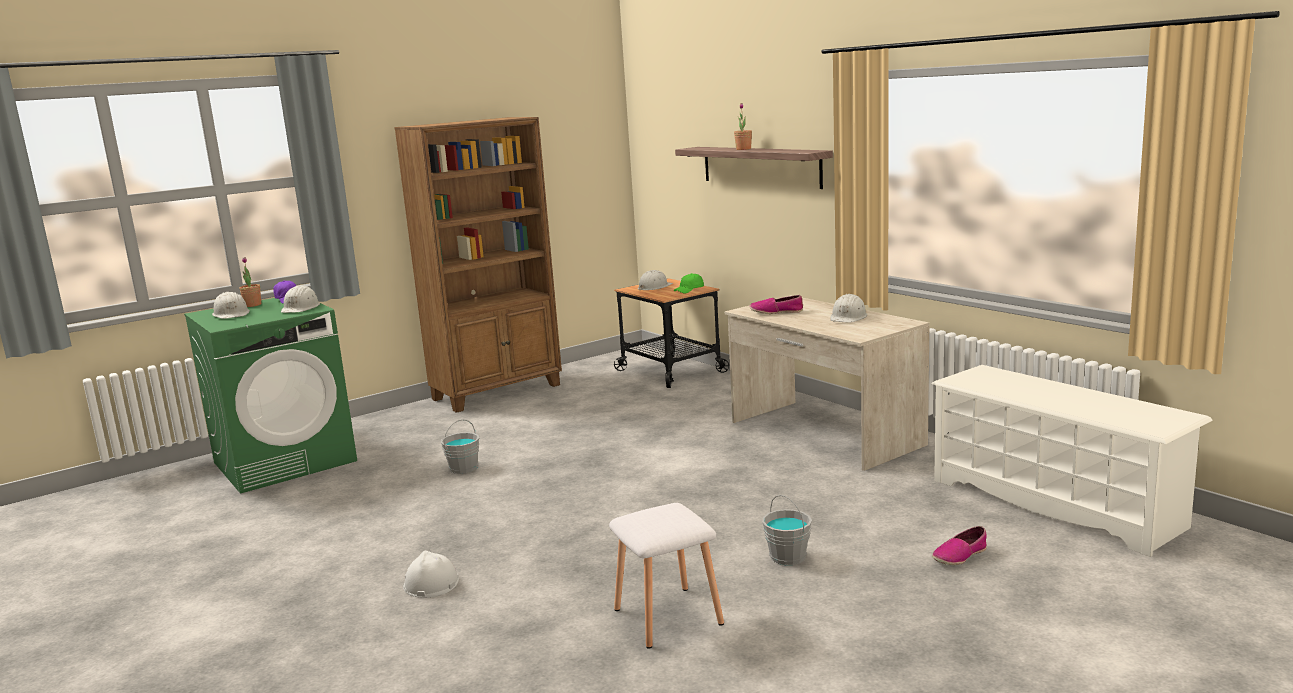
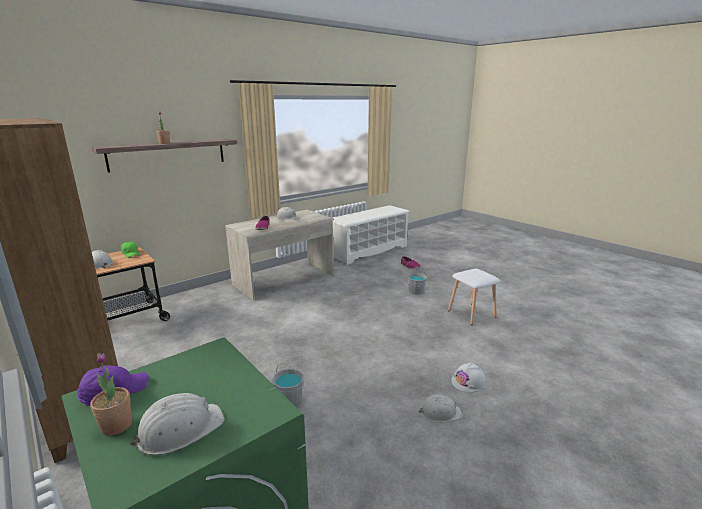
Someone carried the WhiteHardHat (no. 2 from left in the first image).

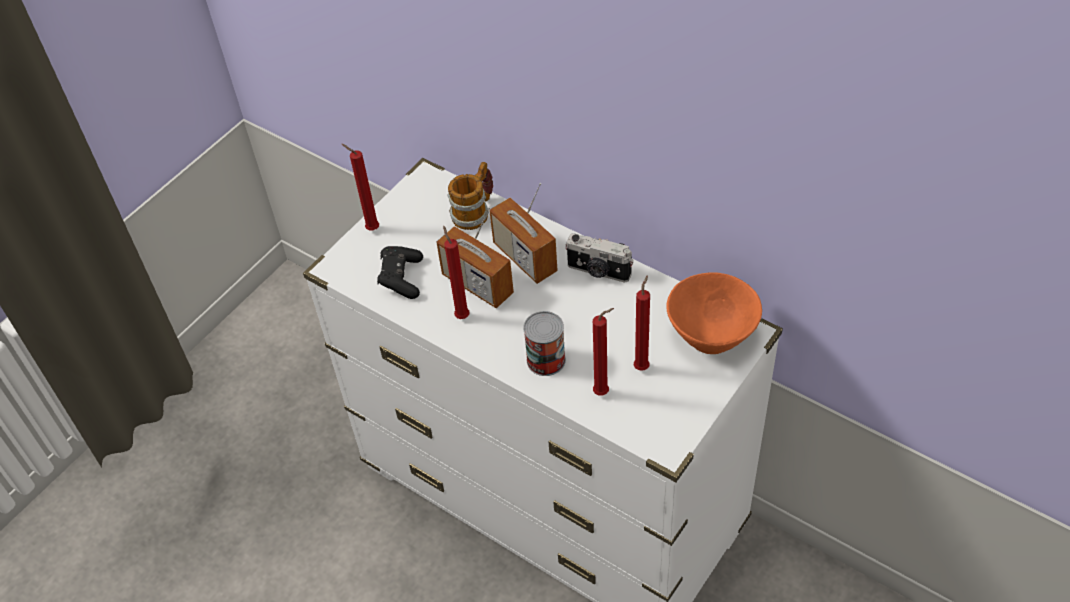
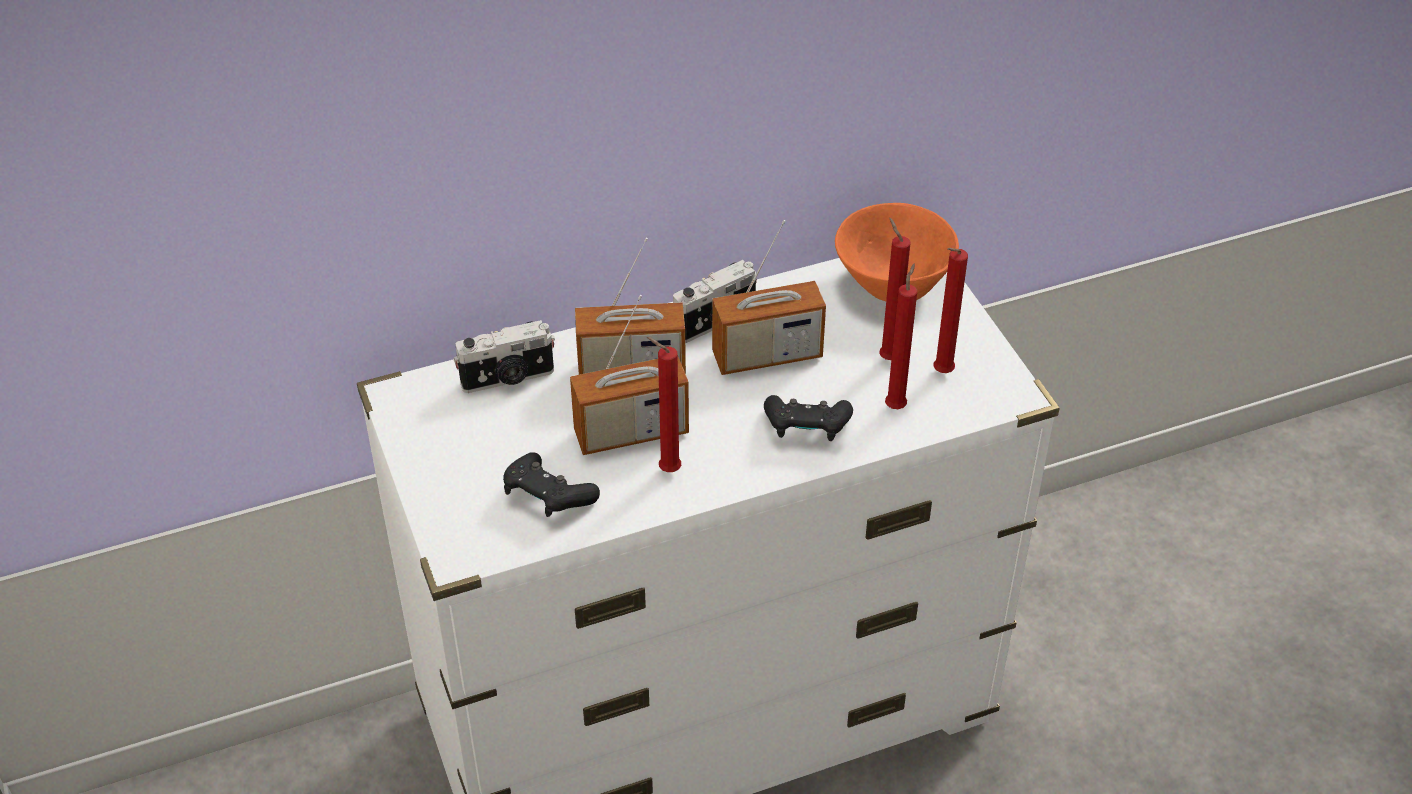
Someone put down the Radio (no. 3 from left).
Someone carried the RedCandle (no. 1 from left in the first image).
Someone swapped the Mug for the PhotoCamera (no. 1 from left).
Someone swapped the Can for the BlackGameController (no. 2 from left).

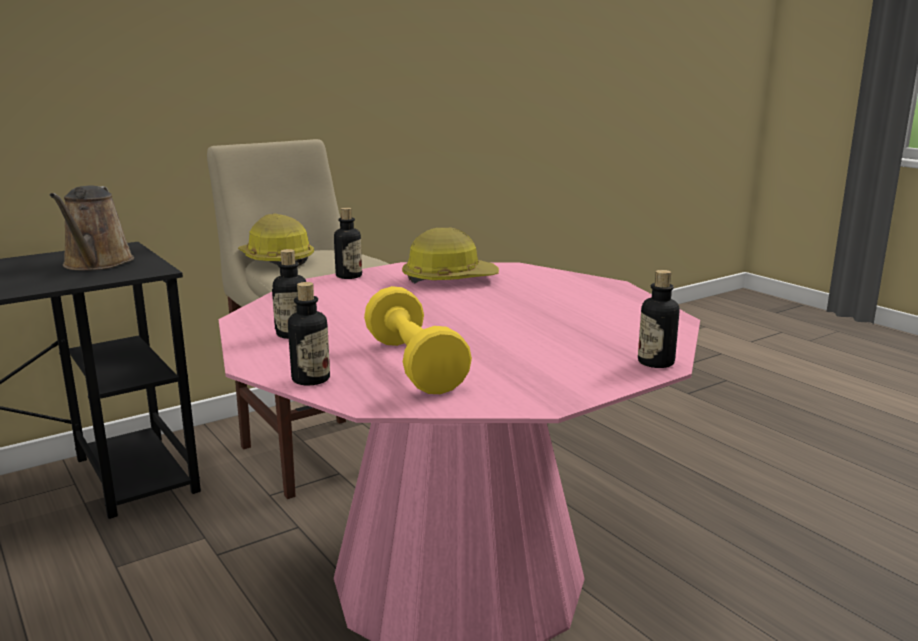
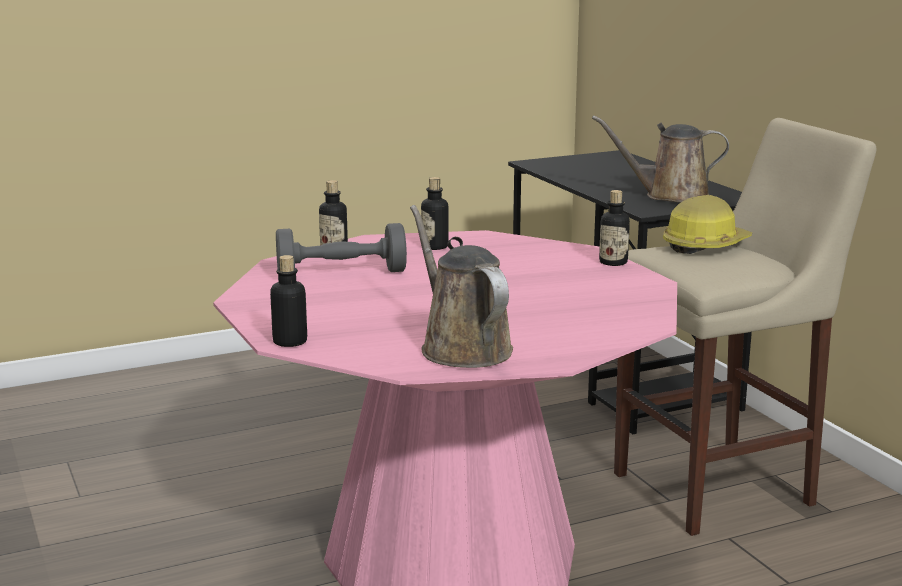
Someone took away the HardHat (no. 2 from left).
Someone put down the BrownWateringCan (no. 1 from left).
Someone repainted the YellowDumbbell, which became the GreyDumbbell.

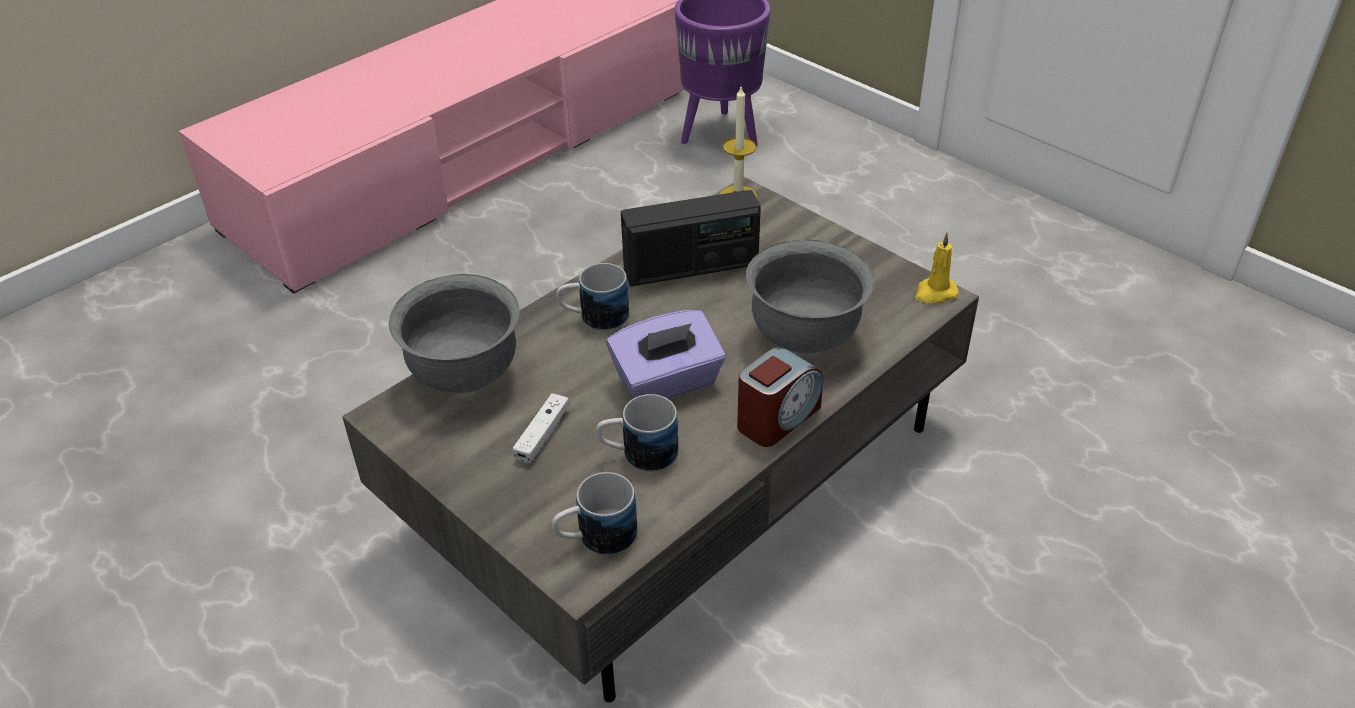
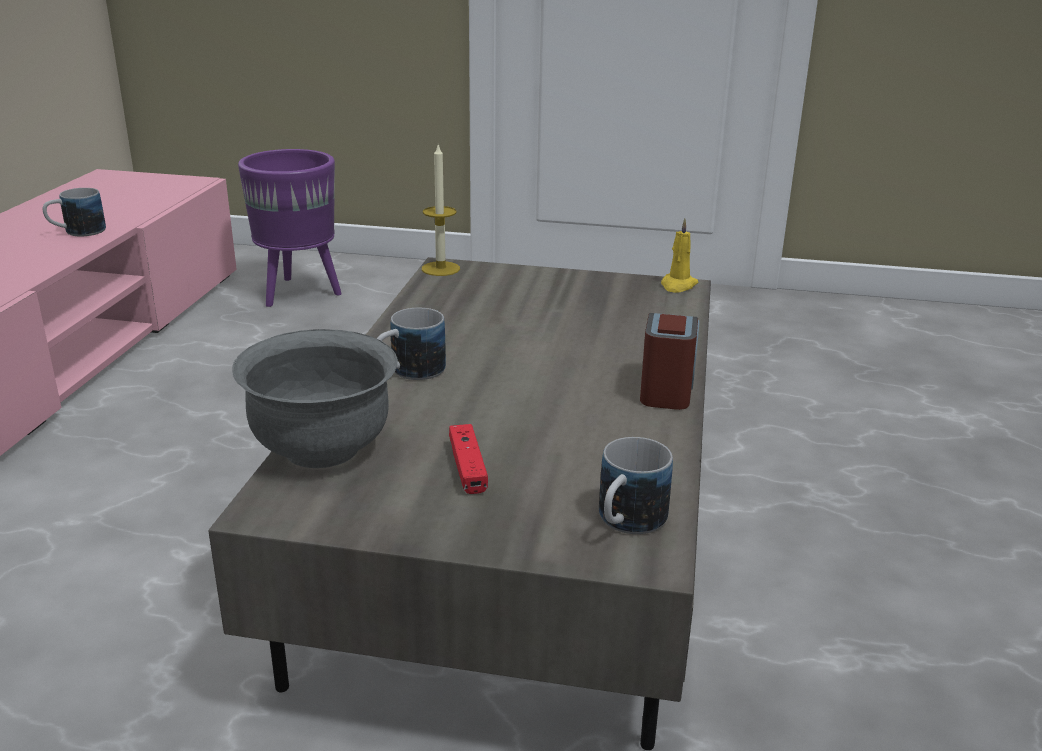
Someone took away the PurpleTissueBox.
Someone took away the Radio.
Someone took away the GreyBowl (no. 2 from left).
Someone carried the Mug (no. 3 from left in the first image).
Someone repainted the WhiteGameController, which became the RedGameController.

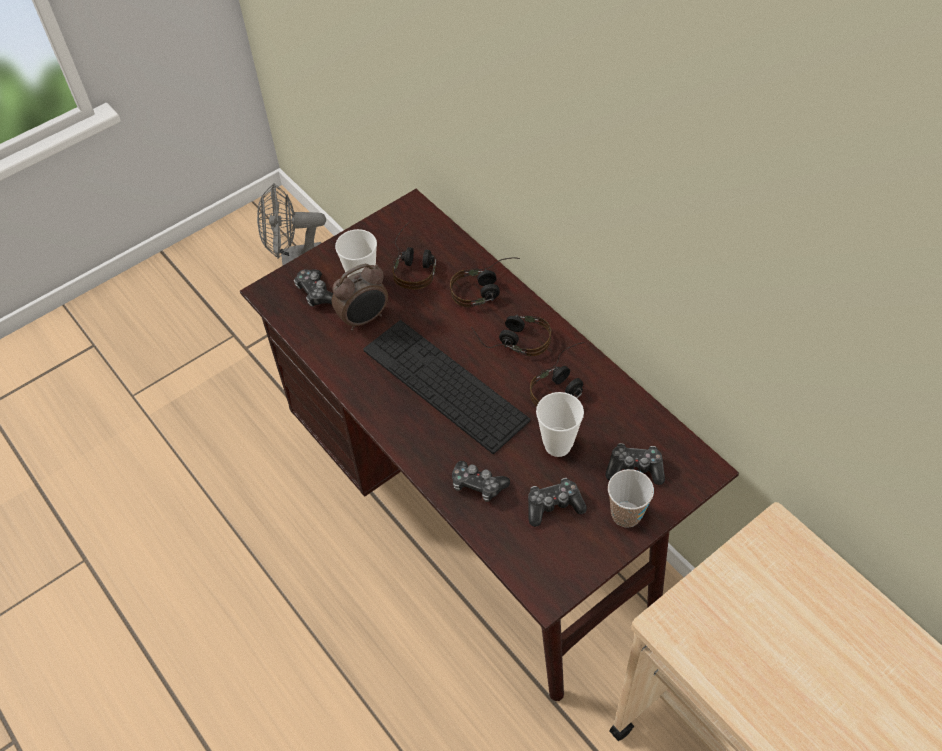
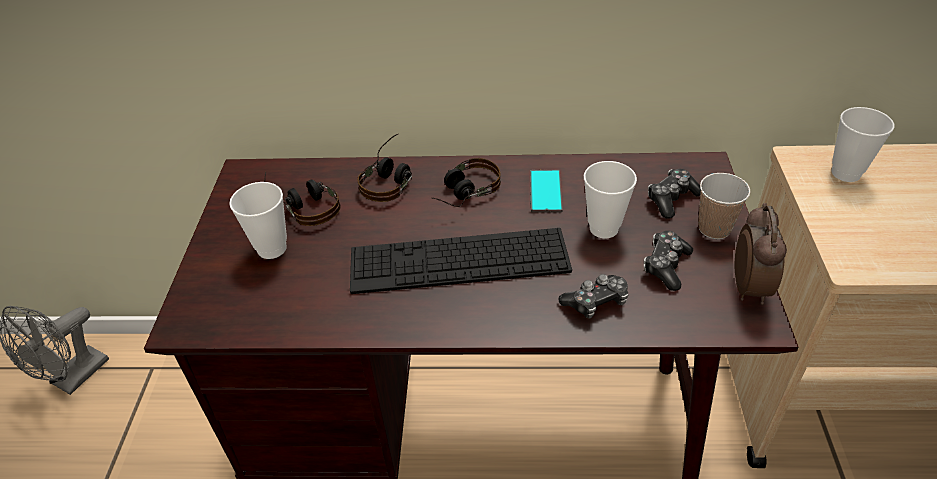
Someone took away the GameController (no. 1 from left).
Someone put down the Cup (no. 4 from left).
Someone carried the AlarmClock.
Someone swapped the Headphones (no. 4 from left) for the Phone.

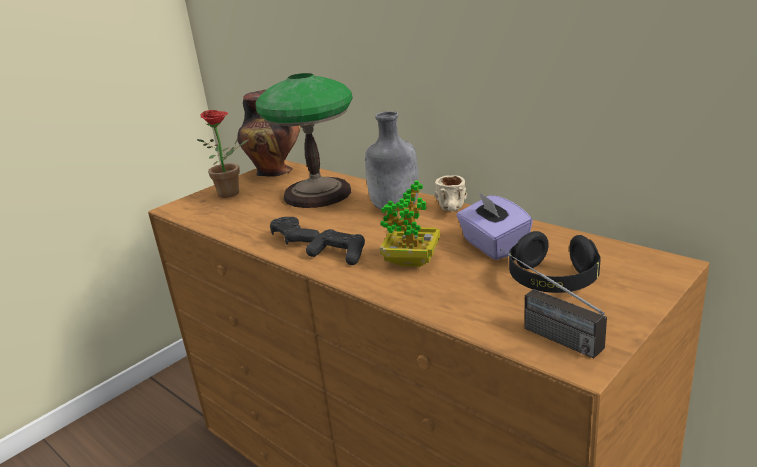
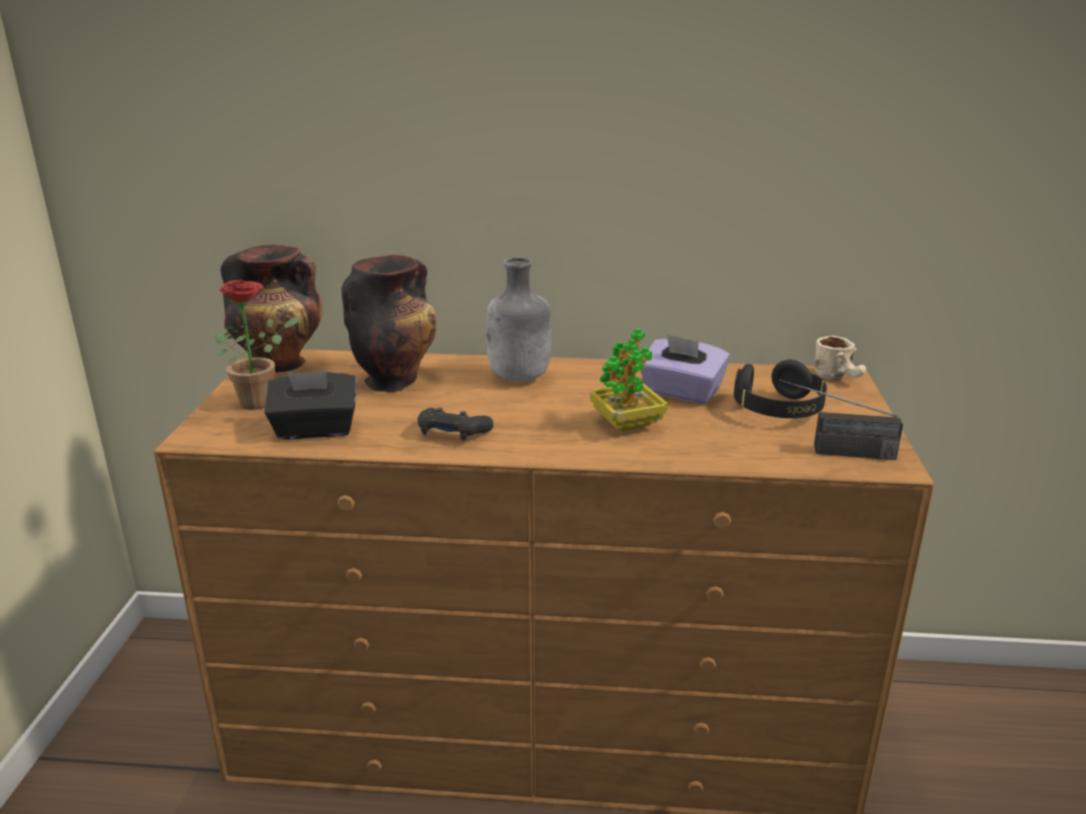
Someone took away the BlackGameController (no. 2 from left).
Someone put down the BlackTissueBox.
Someone carried the BeigeMug.
Someone swapped the TableLamp for the Vase (no. 2 from left).

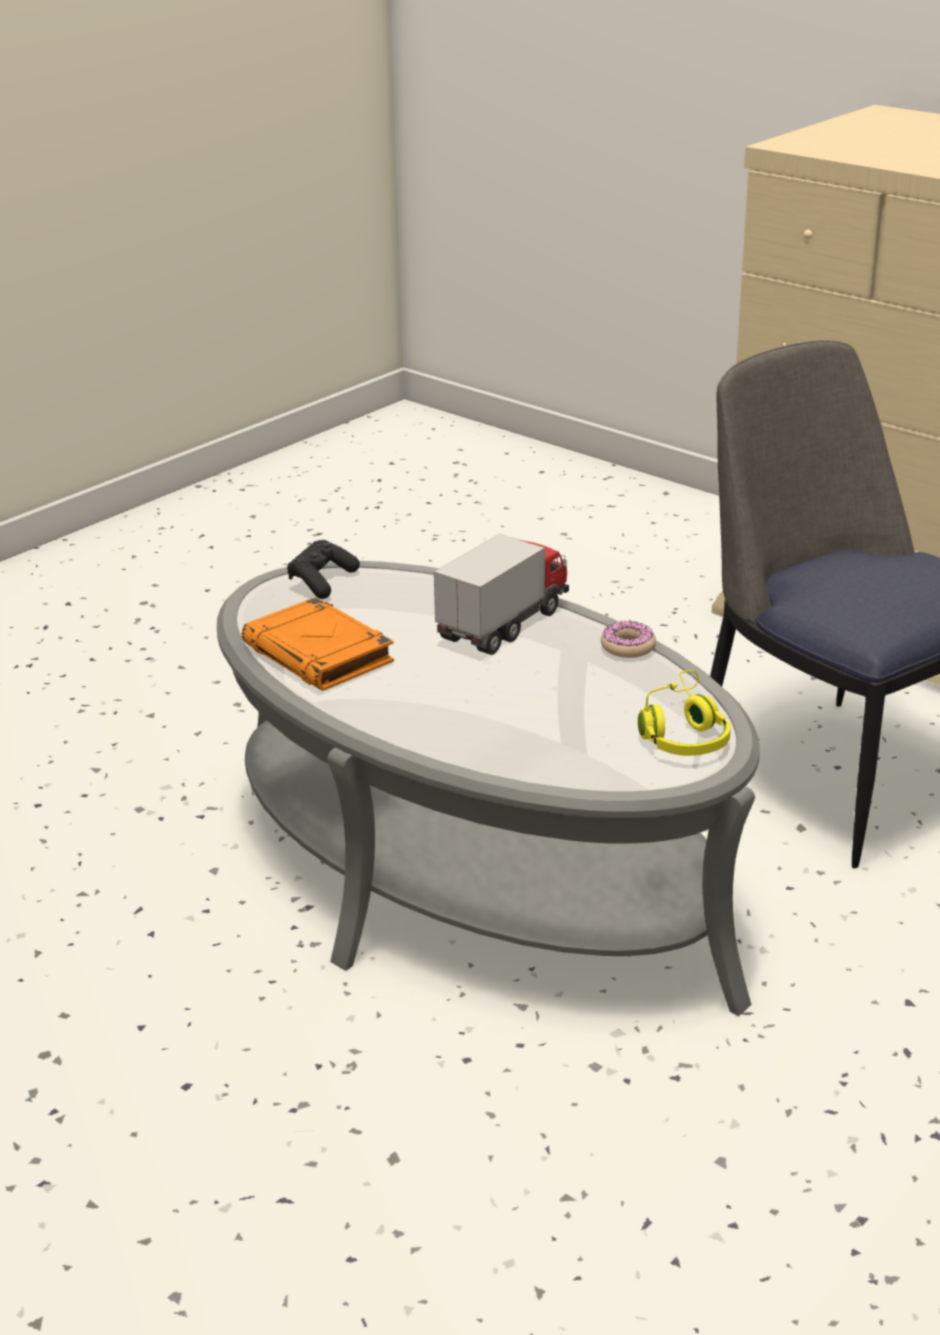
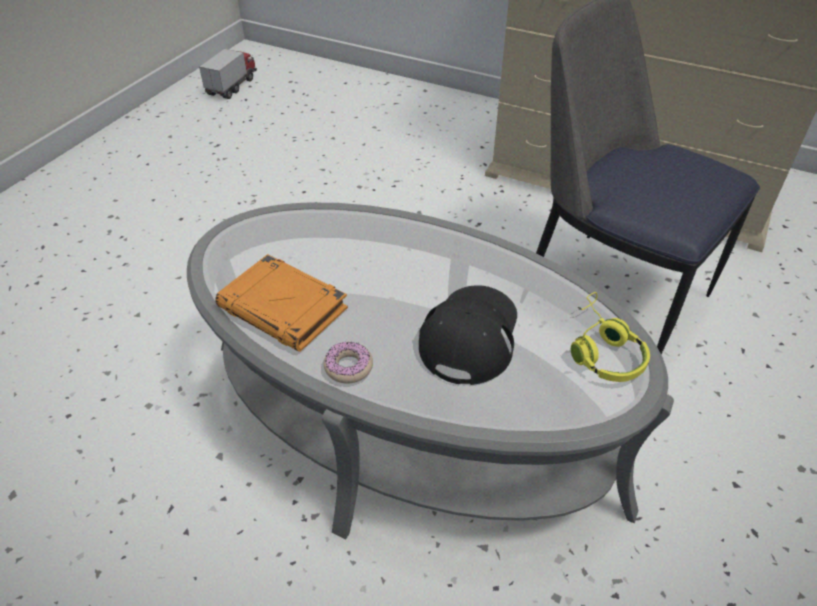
Someone took away the BlackGameController.
Someone put down the BlackCap.
Someone carried the ToyTruck.
Someone carried the Donut.

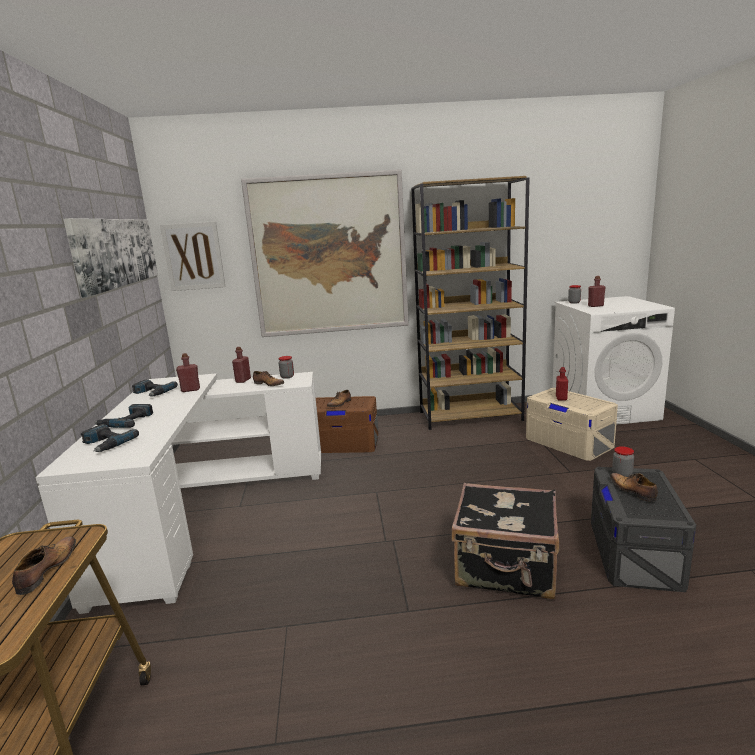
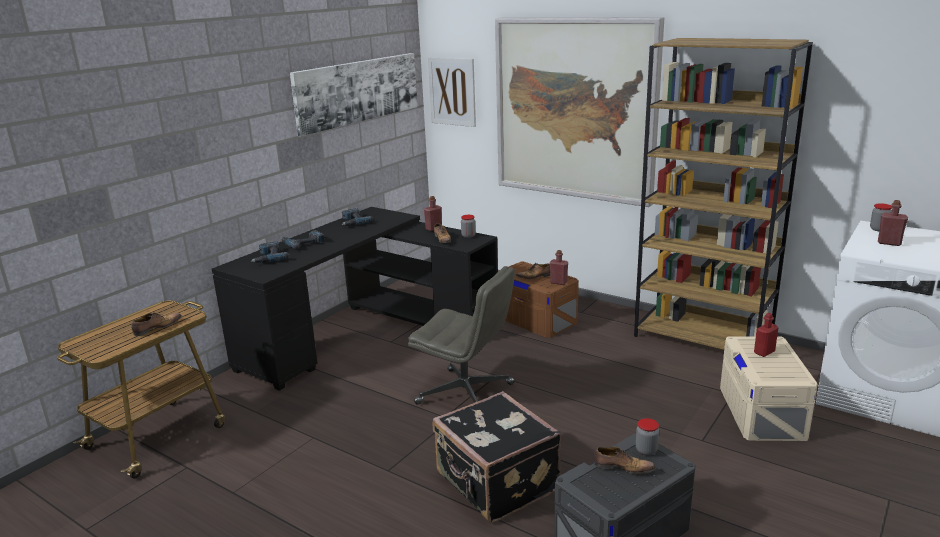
Someone put down the GreyOfficeChair.
Someone carried the RedBottle (no. 1 from left in the first image).
Someone repainted the WhiteDesk, which became the BlackDesk.
Someone rotated the Shoe (no. 4 from left) by 90 degrees clockwise.

